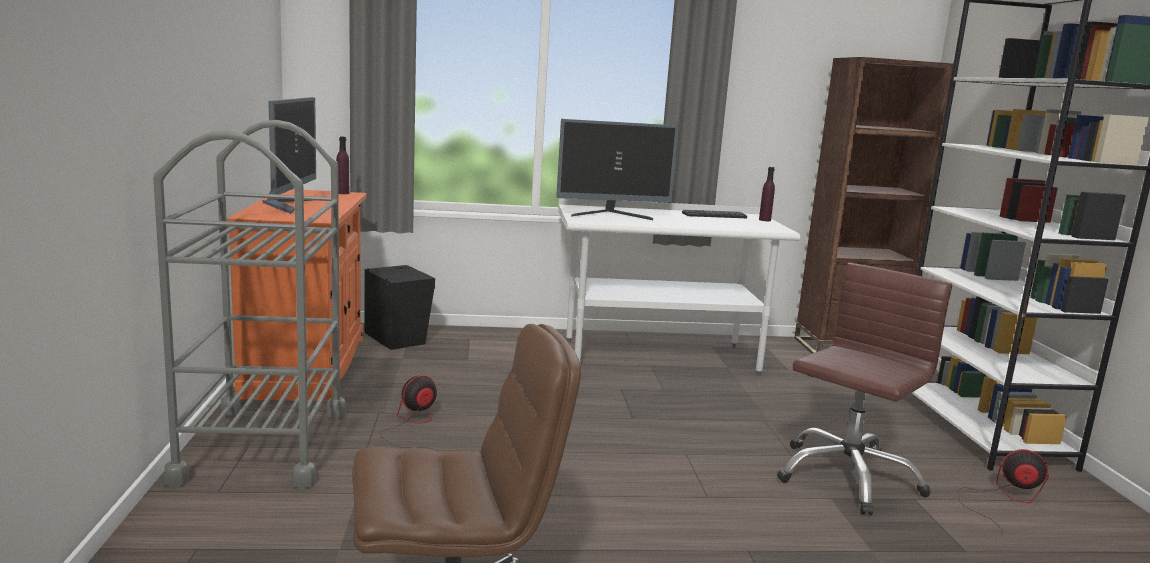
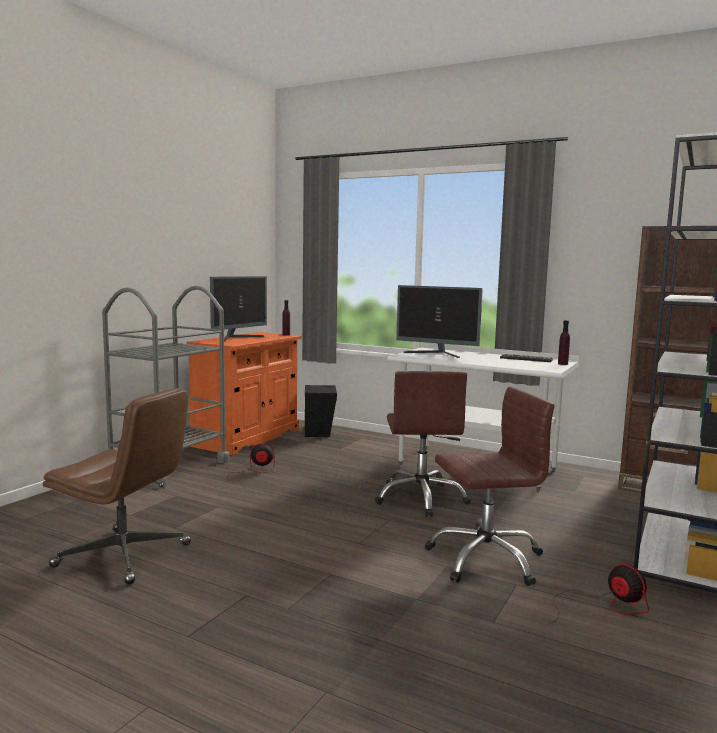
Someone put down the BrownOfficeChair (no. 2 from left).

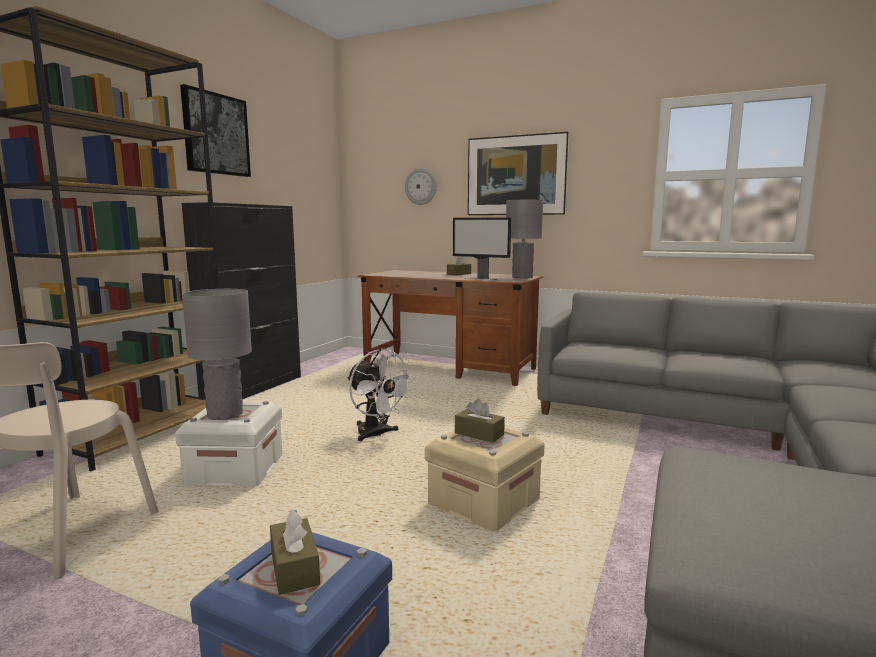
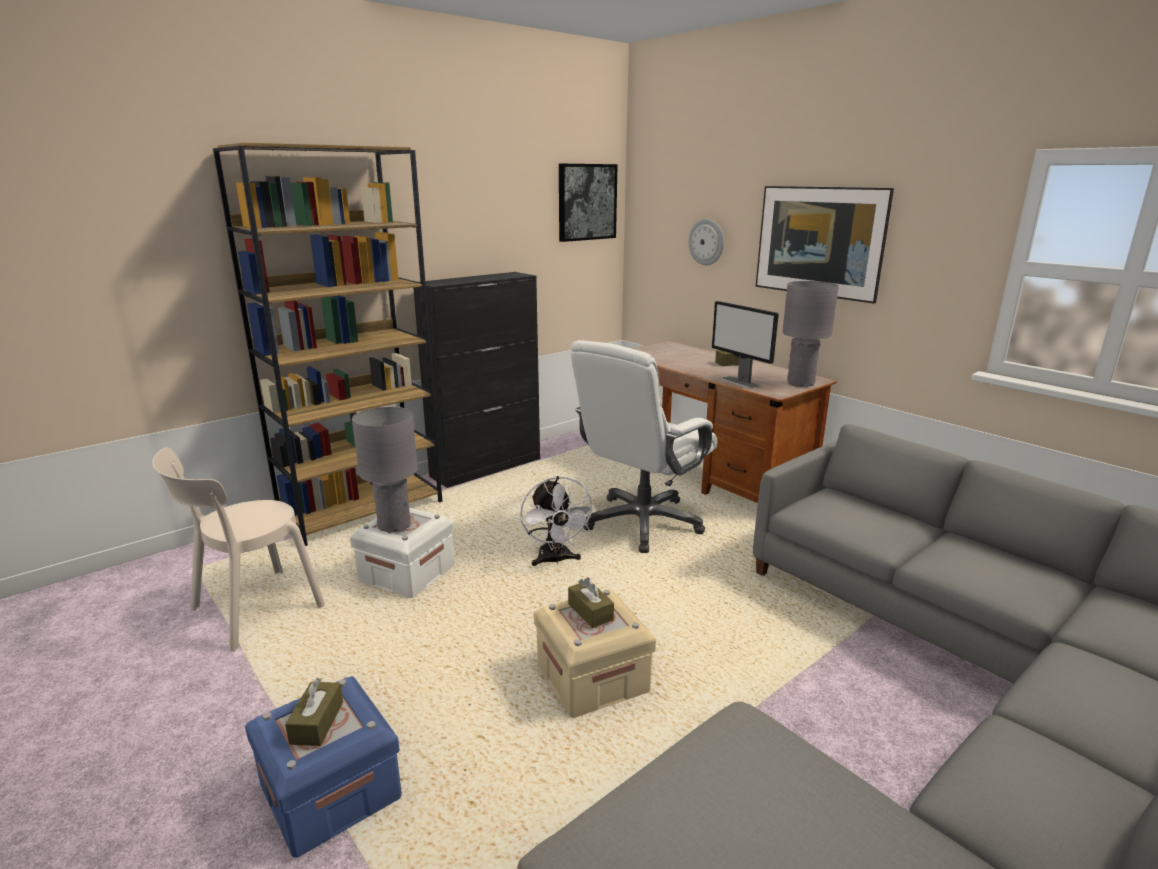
Someone put down the WhiteOfficeChair.
Someone carried the Picture (no. 1 from left).

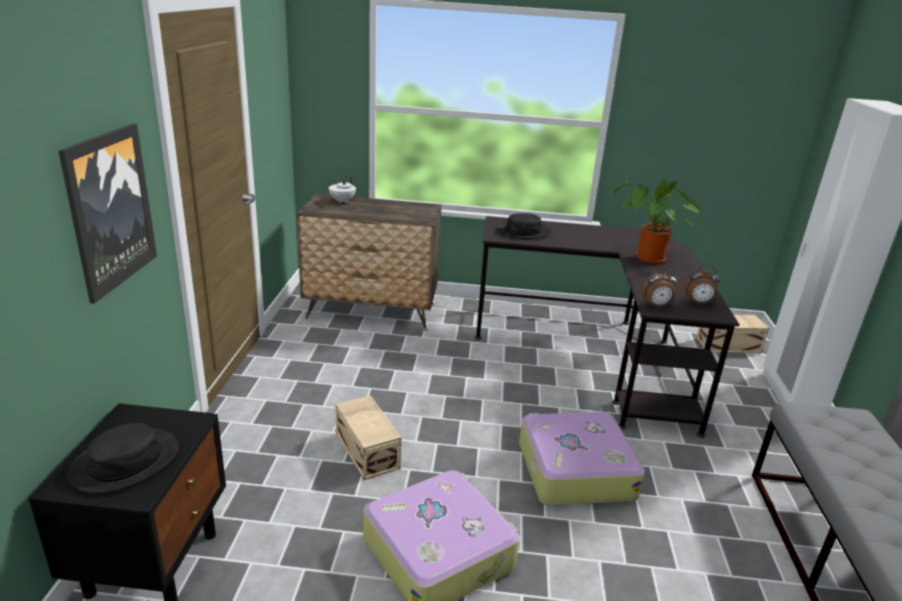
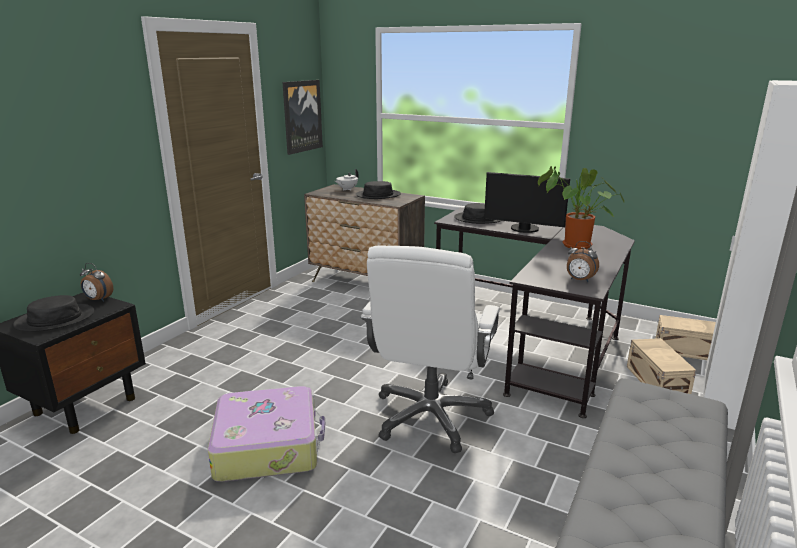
Someone put down the BlackHat (no. 2 from left).
Someone put down the Monitor.
Someone carried the Picture.
Someone carried the BeigeStorageBox (no. 1 from left).
Someone carried the AlarmClock (no. 1 from left).
Someone swapped the Suitcase (no. 2 from left) for the WhiteOfficeChair.

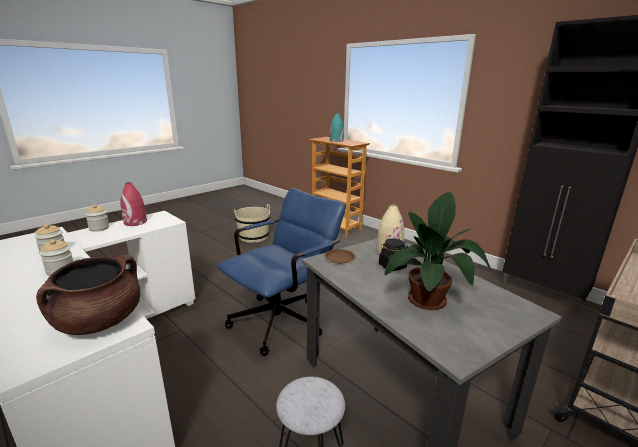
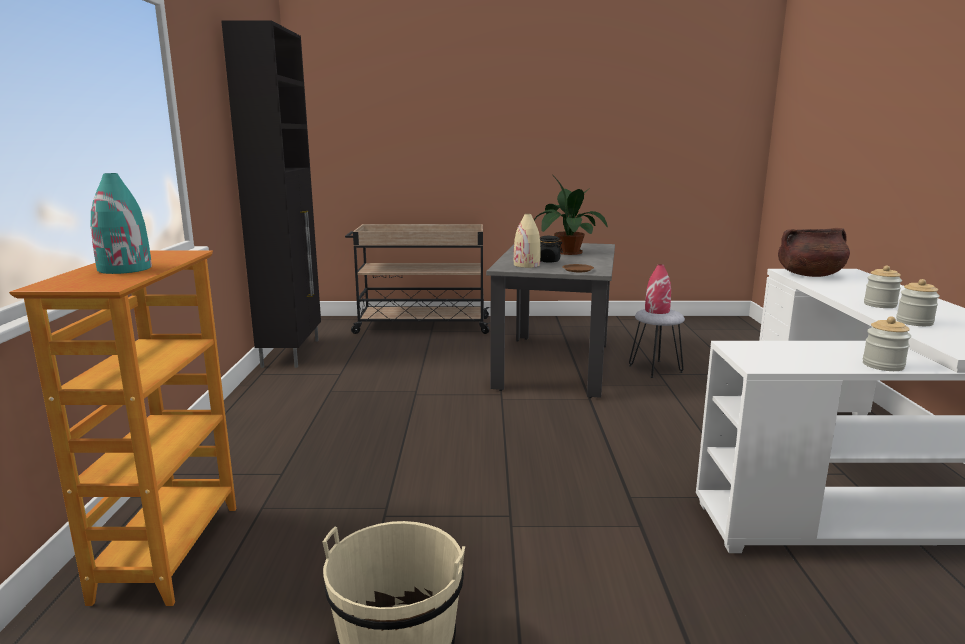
Someone took away the BlueOfficeChair.
Someone carried the RedVase.

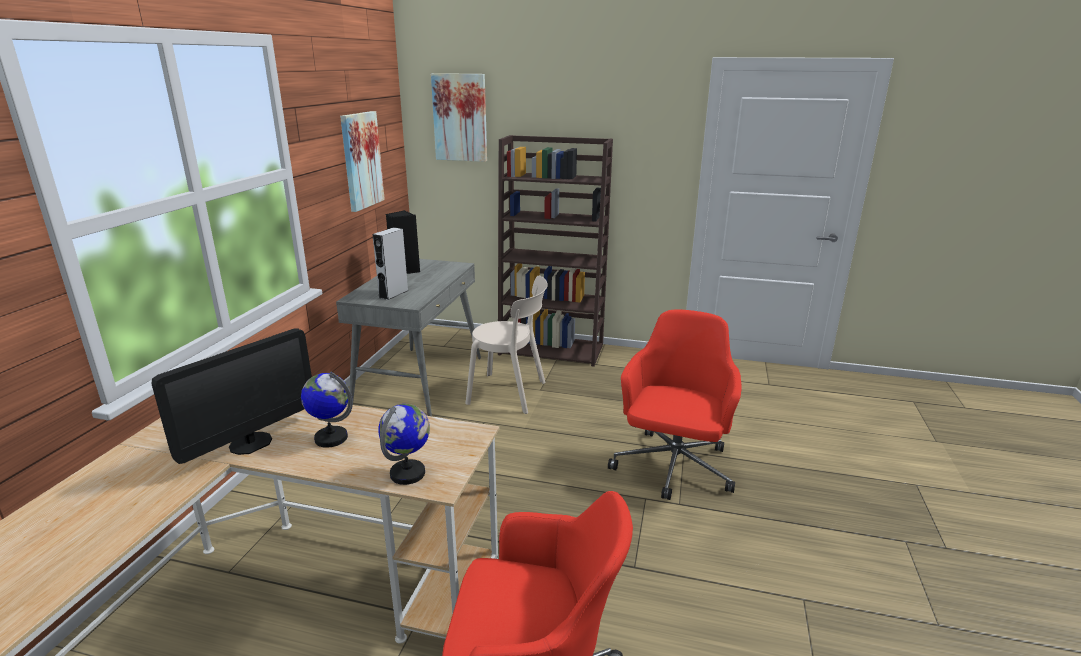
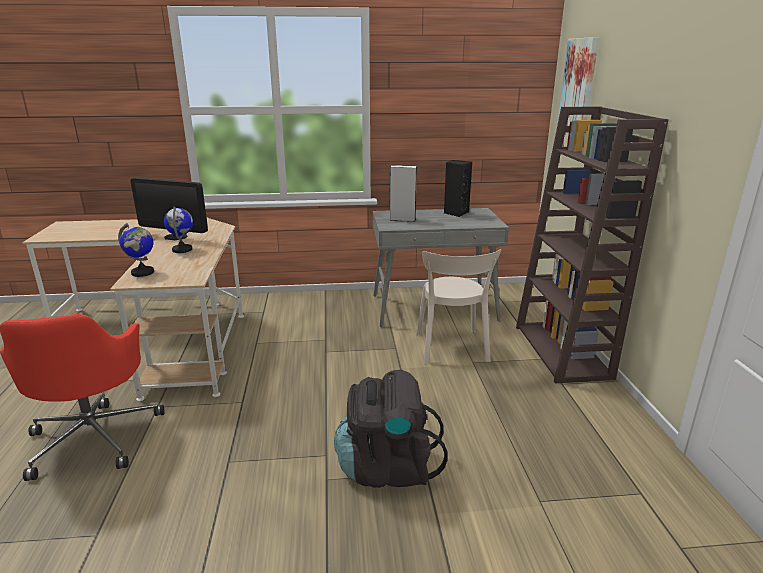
Someone took away the Picture (no. 1 from left).
Someone swapped the RedOfficeChair (no. 2 from left) for the BlackBackpack.

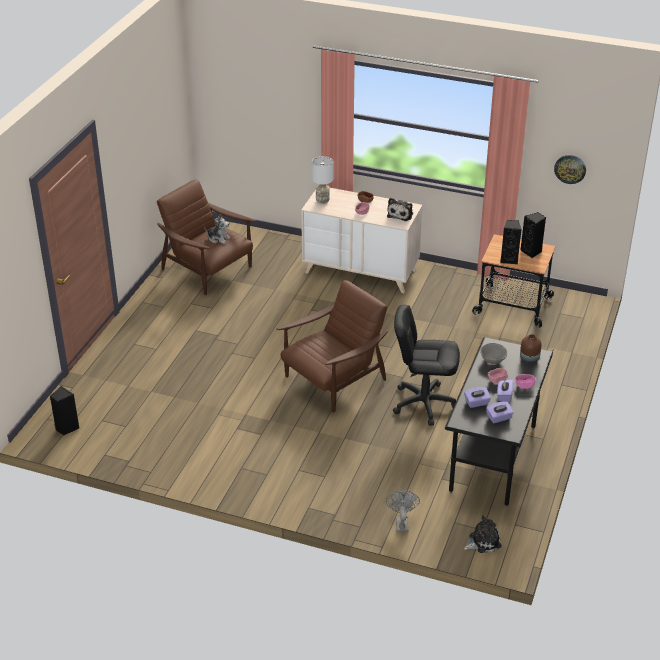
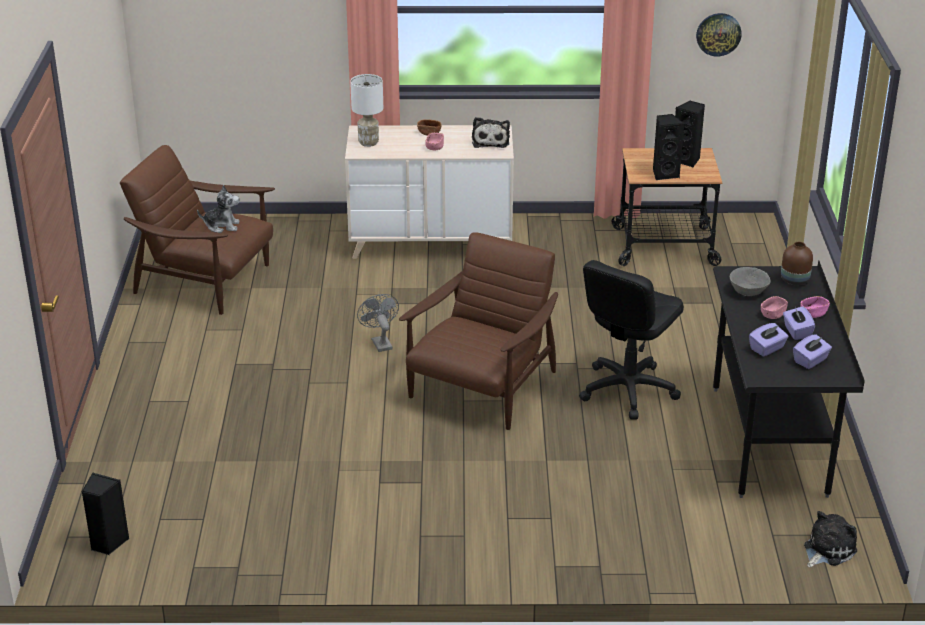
Someone carried the GreyFan.
Someone rotated the BlackOfficeChair by 45 degrees counterclockwise.

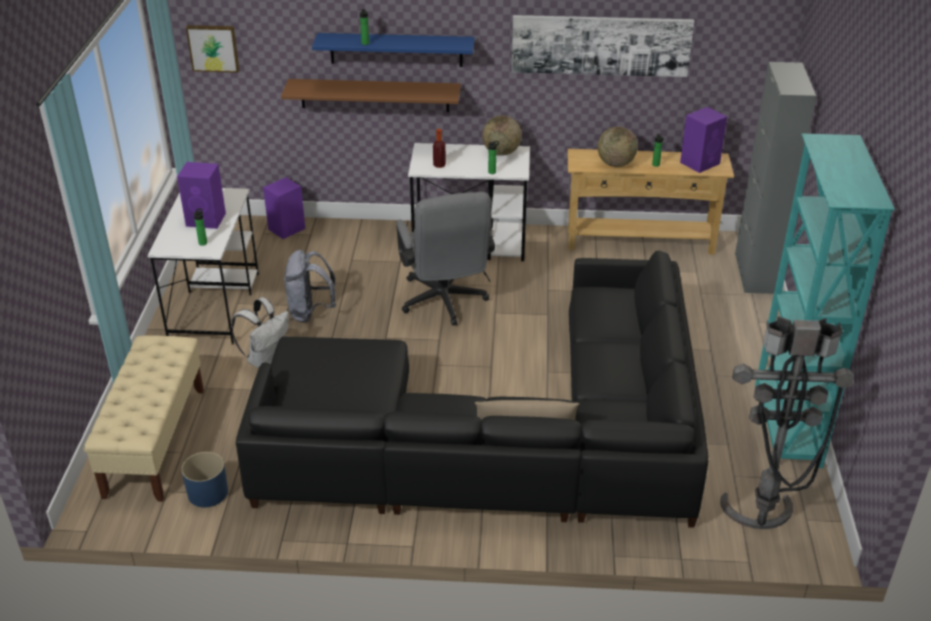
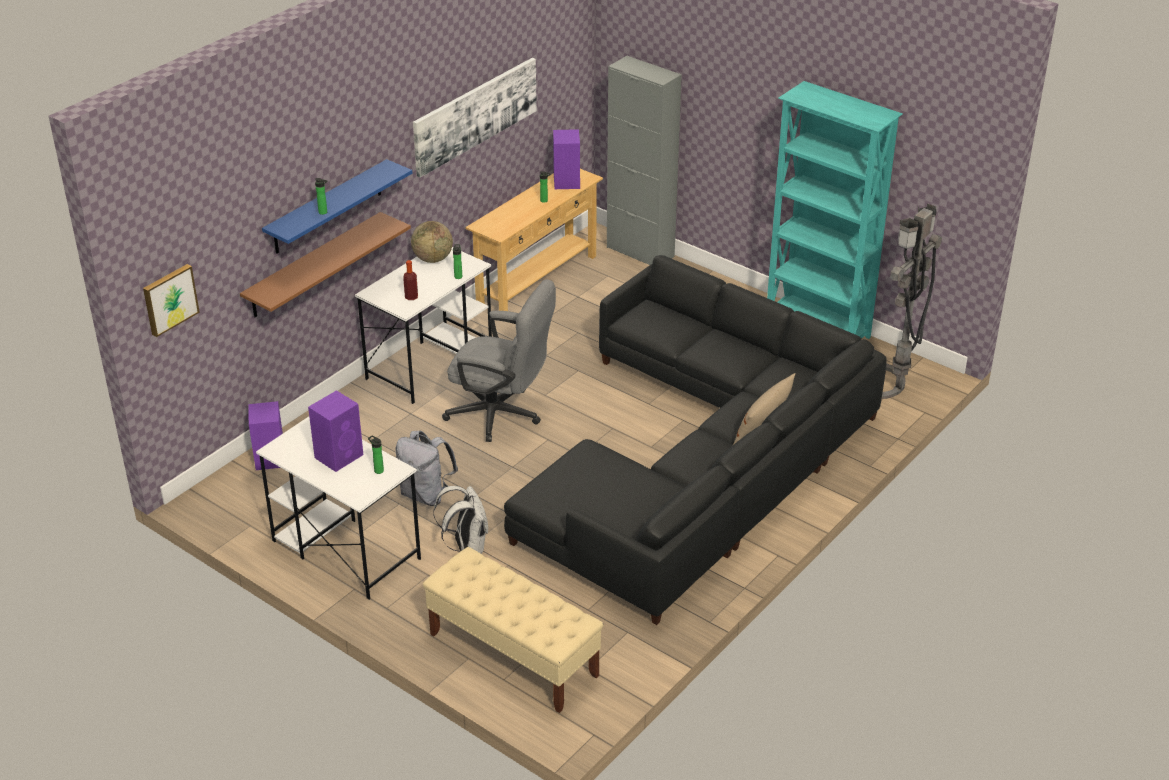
Someone took away the BluePlanter.
Someone took away the Globe (no. 2 from left).

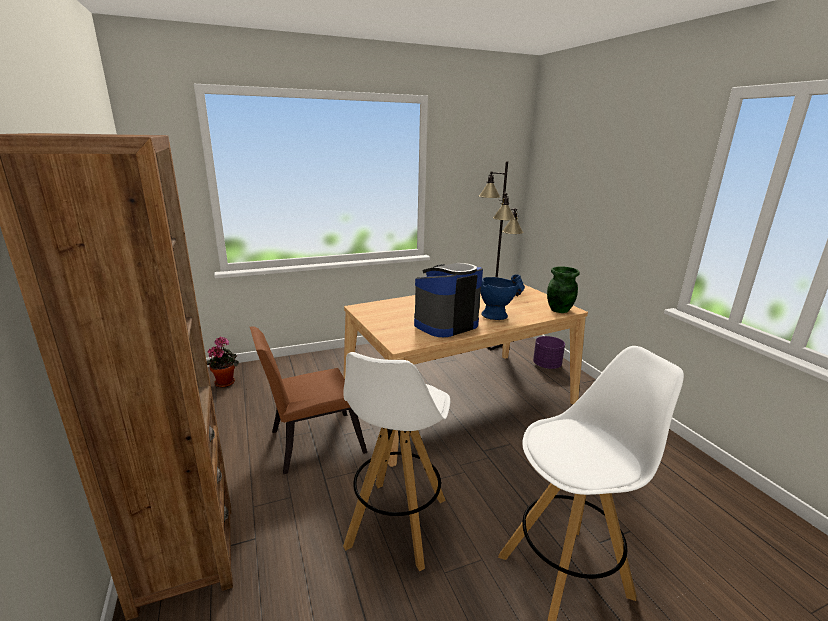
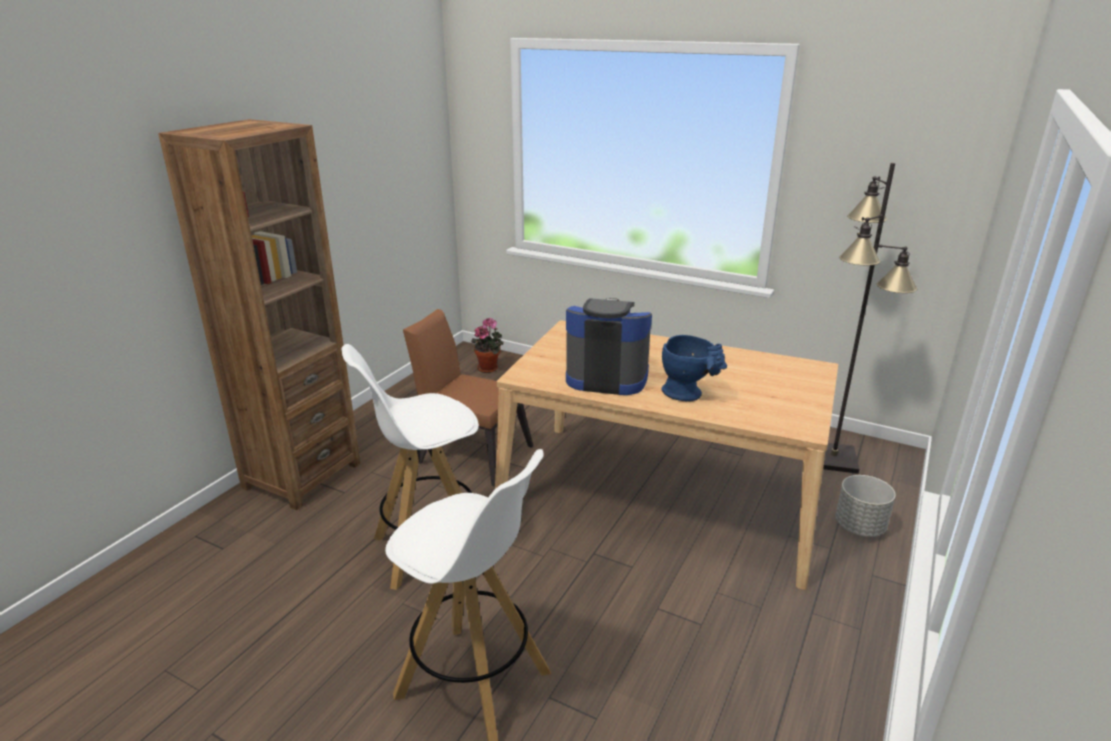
Someone took away the GreenVase.
Someone repainted the PurplePlanter, which became the GreyPlanter.

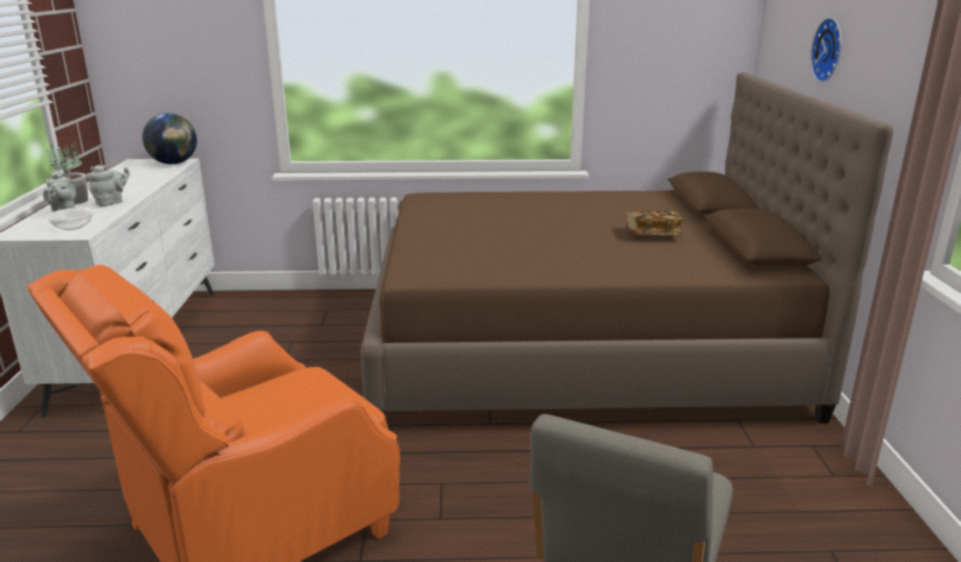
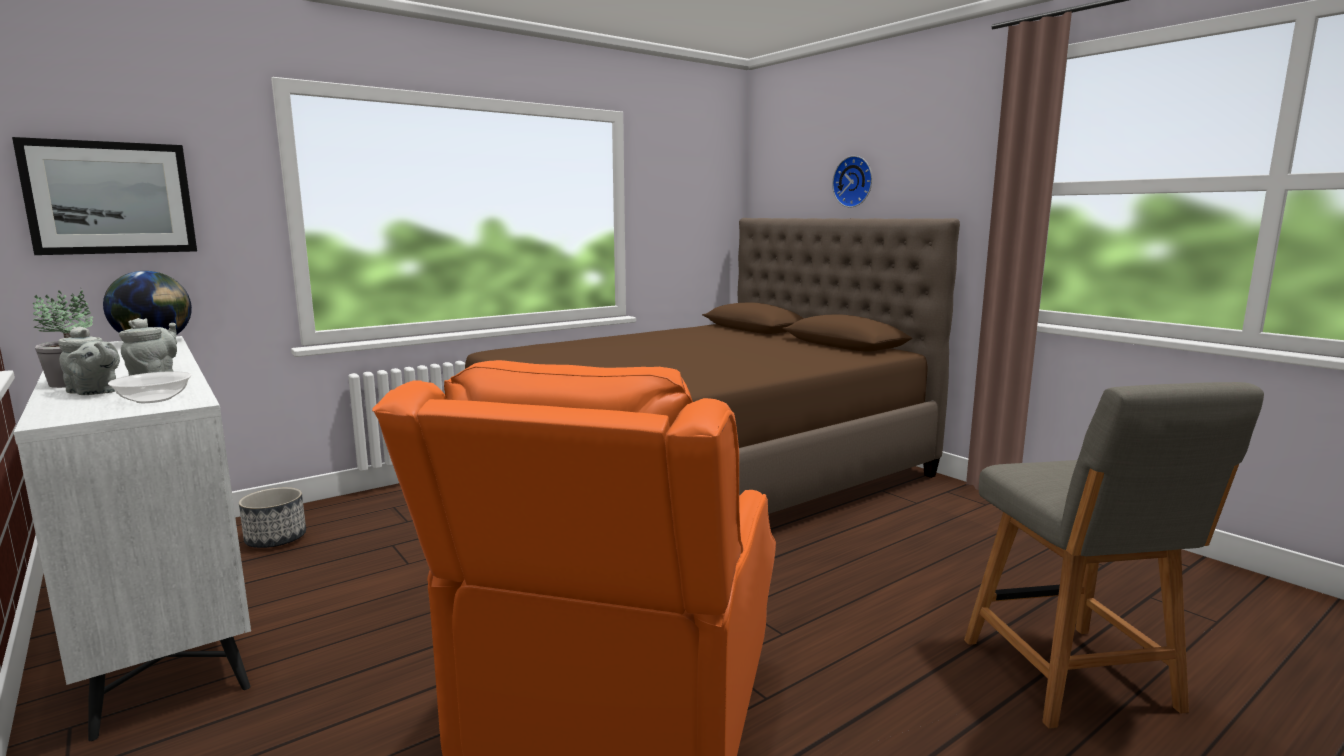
Someone took away the Book.
Someone put up the Picture.
Someone put down the Planter.

